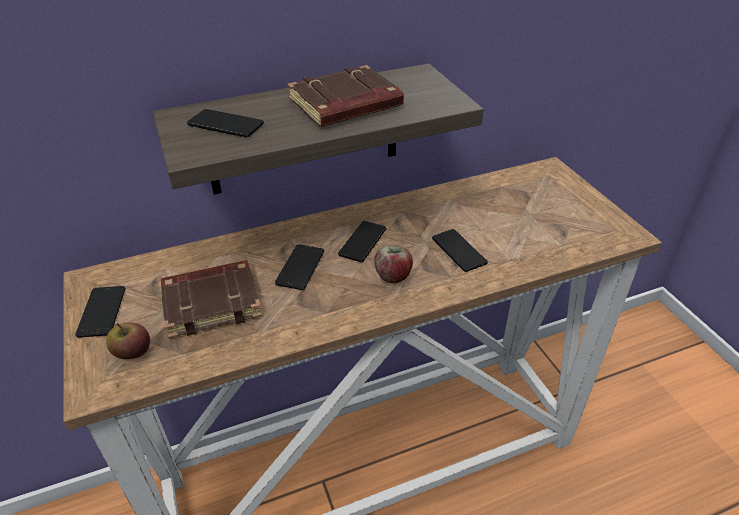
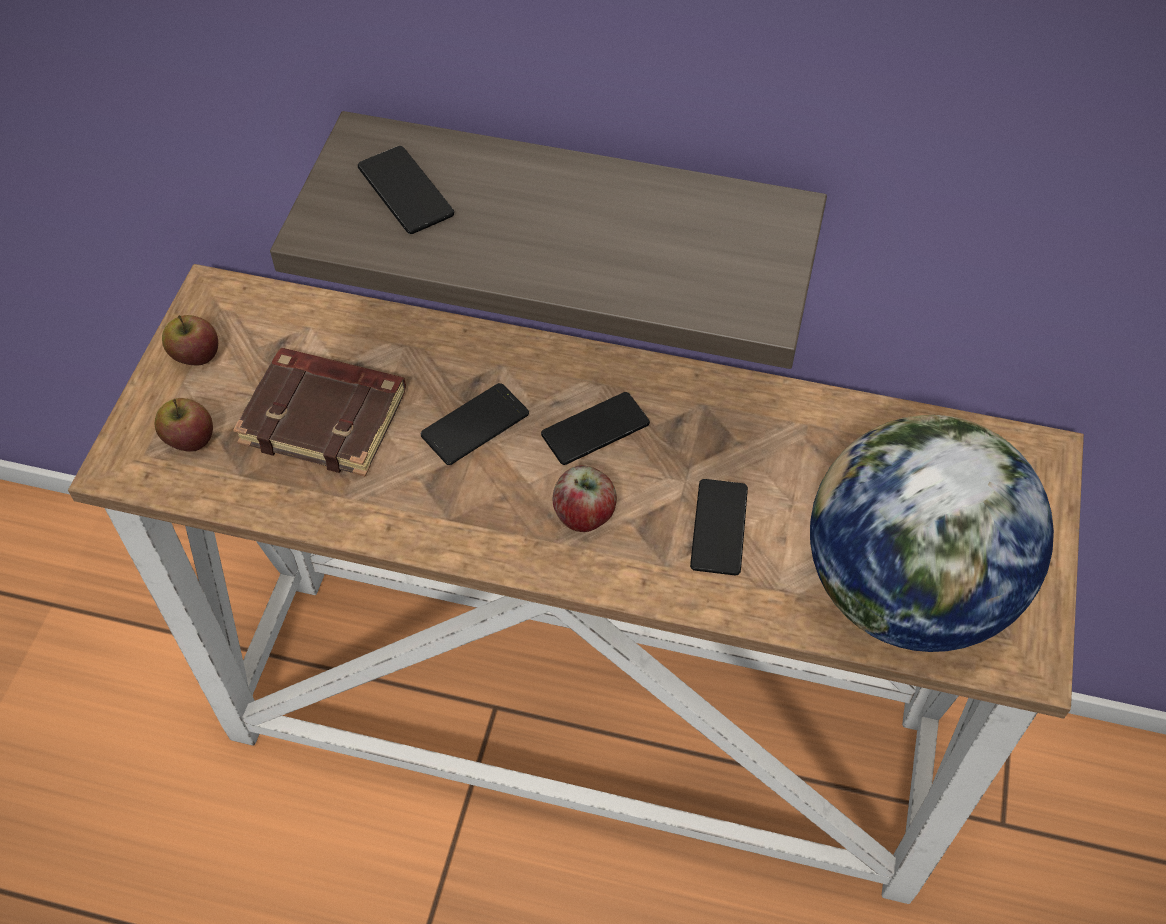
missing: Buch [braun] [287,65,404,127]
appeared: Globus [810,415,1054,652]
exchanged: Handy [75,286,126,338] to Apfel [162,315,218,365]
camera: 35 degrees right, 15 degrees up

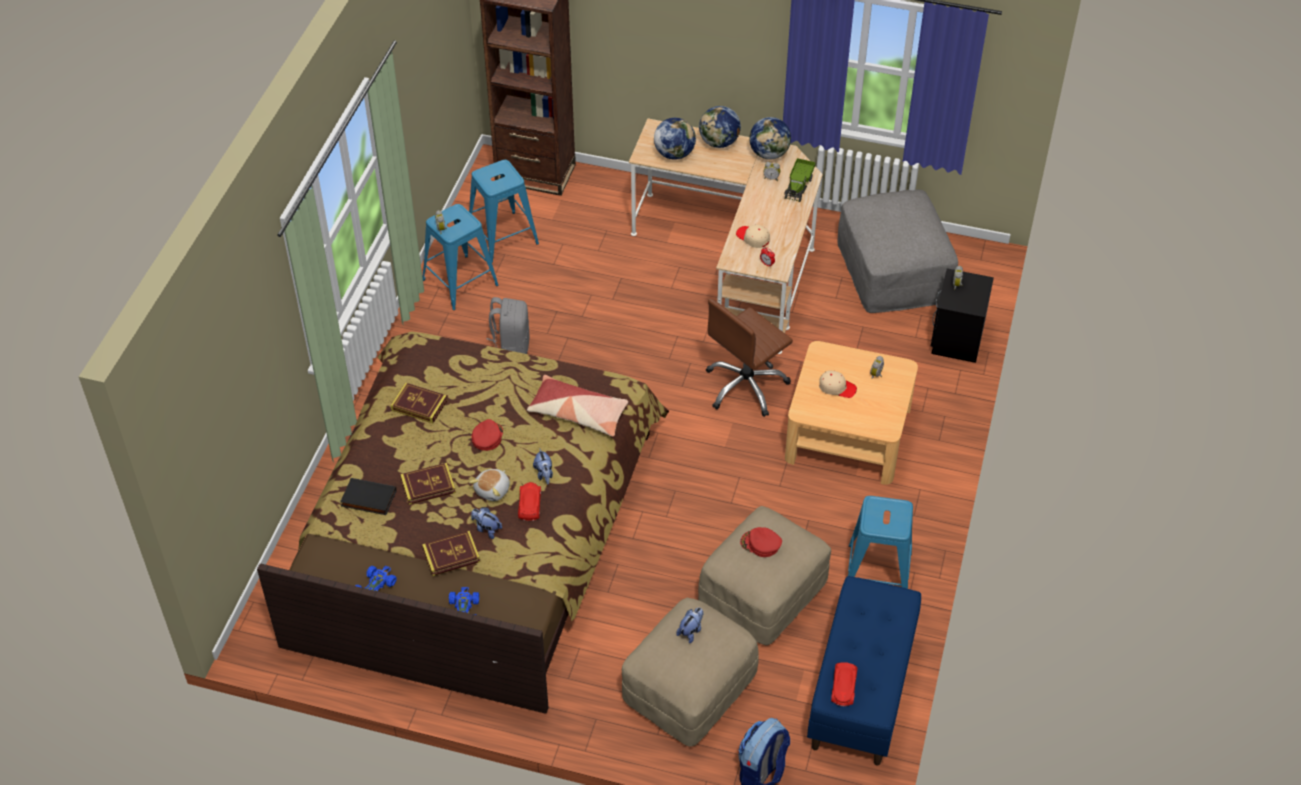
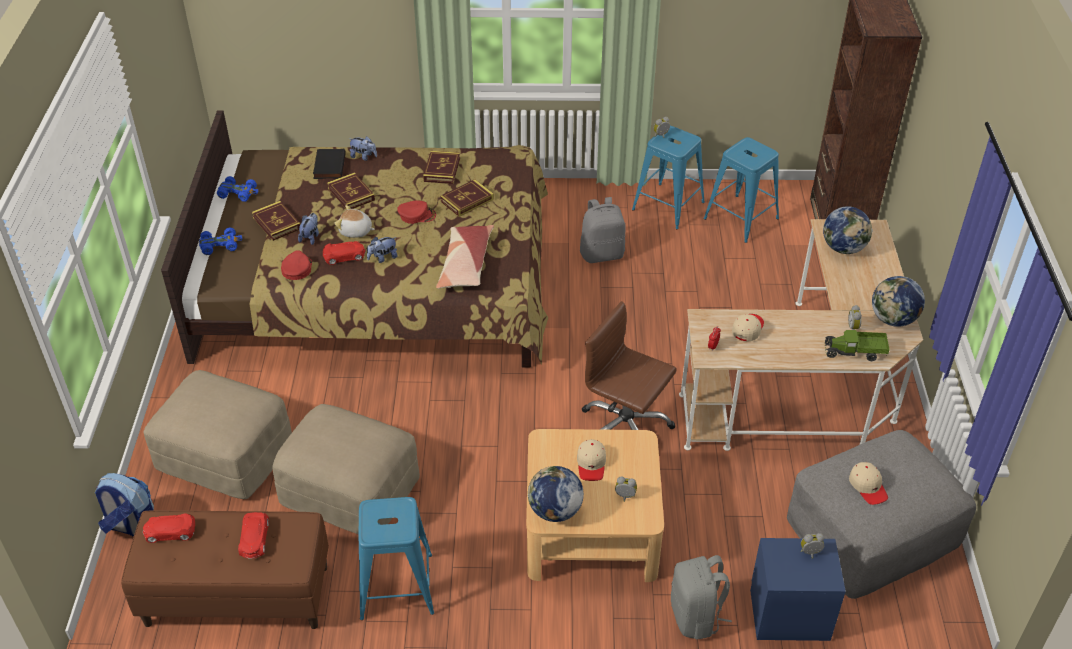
appeared: Buch [440,179,494,217]; Kappe [beige] [849,462,888,505]; Spielzeugauto [rot] [238,512,269,559]; Rucksack [grau] [671,555,732,639]
relocated: Globus [699,106,741,148] to [528,466,584,522]; Kappe [rot] [740,527,782,557] to [281,250,312,280]; Plüschtier [676,608,703,643] to [348,136,377,161]
colour: Nachttisch [schwarz] [931,268,994,363] to Nachttisch [blau] [750,538,846,641]; Bank [blau] [807,576,921,765] to Bank [braun] [121,510,329,629]
camera: 75 degrees right, 5 degrees down

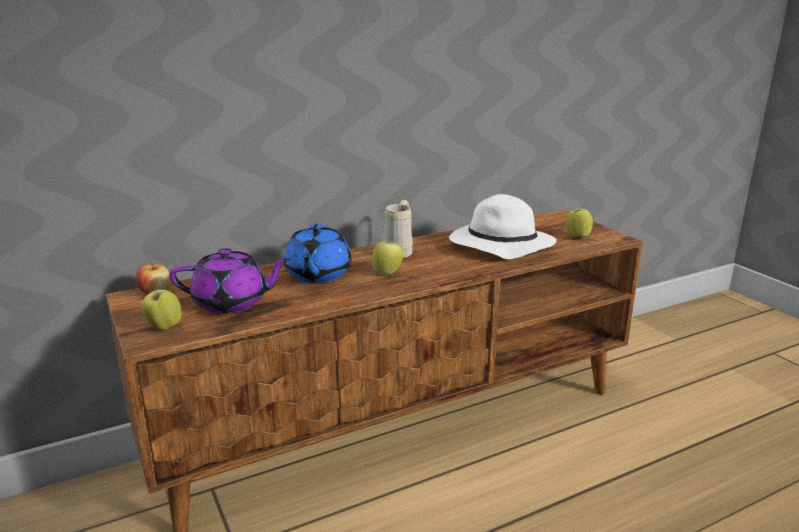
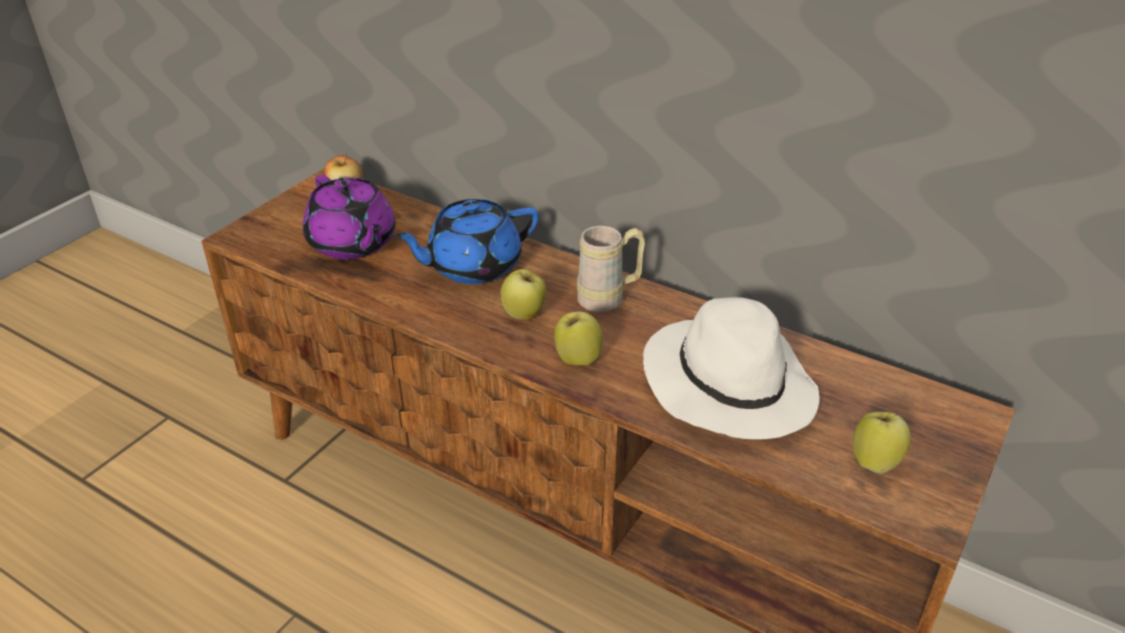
relocated: Apfel [141,285,182,330] to [554,307,603,365]
camera: 60 degrees right, 15 degrees up

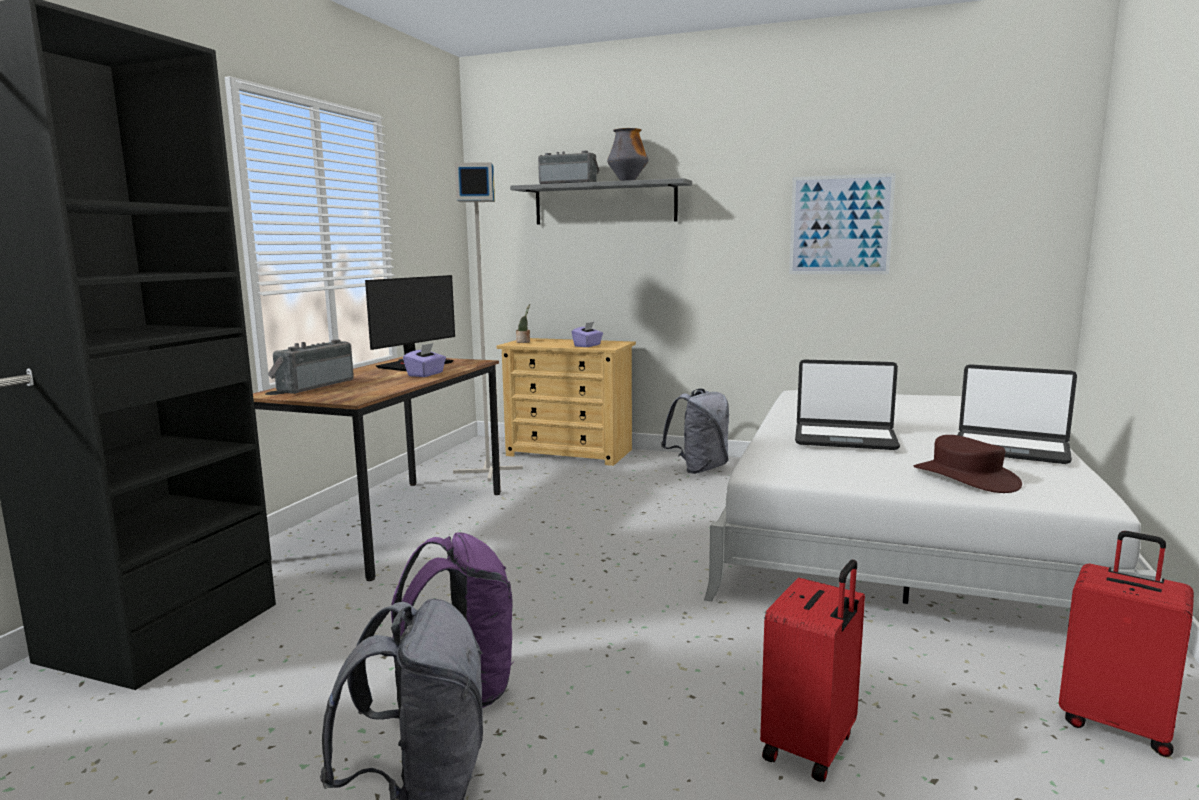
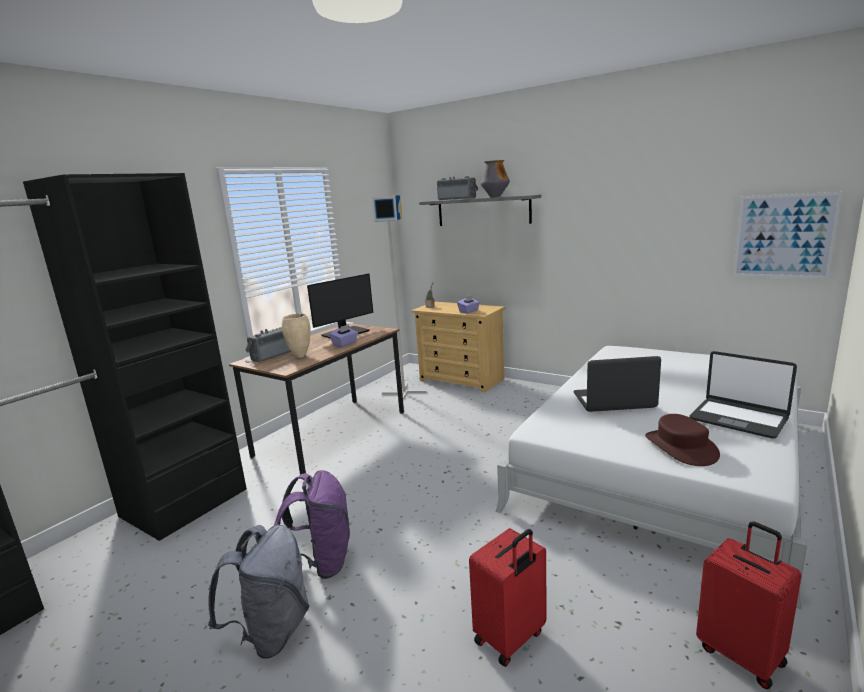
missing: Rucksack [grau] [661,388,729,474]
appeared: Vase [beige] [282,314,311,358]
relocated: Bild [789,173,896,274] to [733,192,842,279]
spun: Laptop [795,360,900,450] = [573,356,661,412] 150 degrees clockwise
camera: 15 degrees right, 5 degrees up

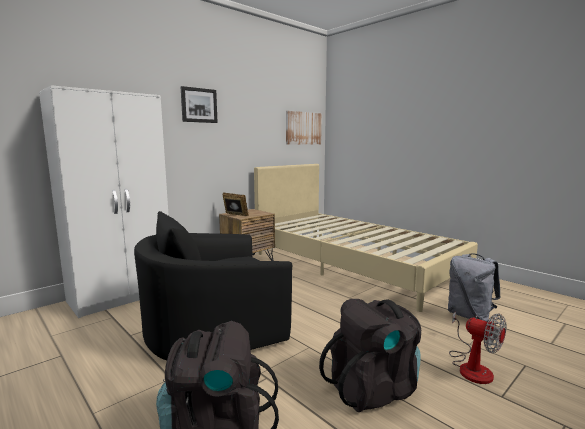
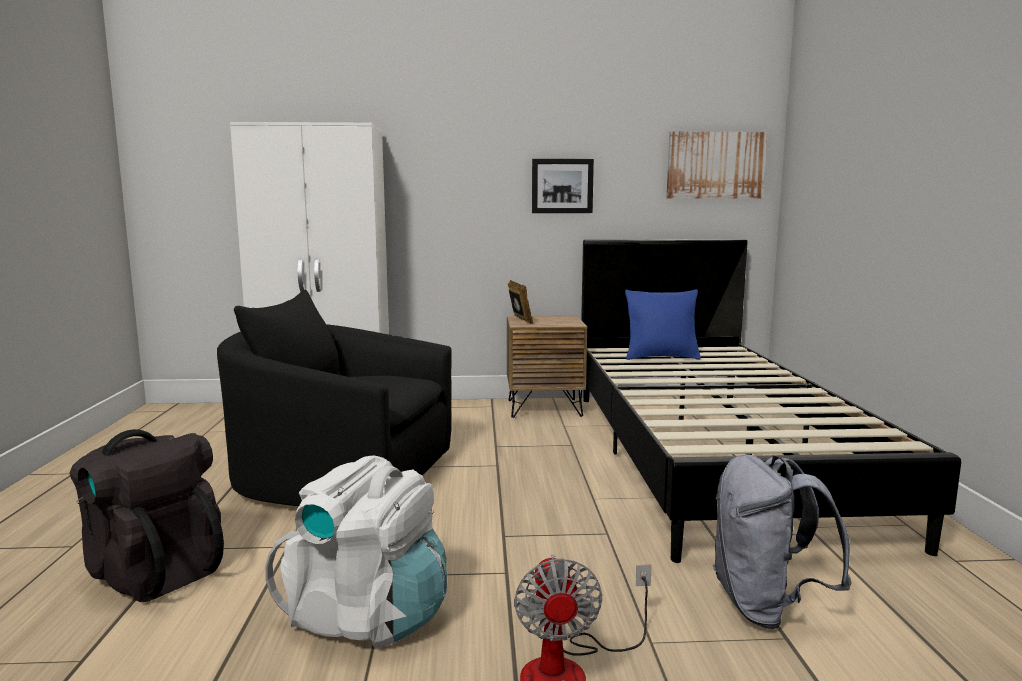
appeared: Kissen [blau] [625,290,701,360]
relocated: Bild [181,86,218,123] to [532,159,594,213]
colour: Bett [beige] [254,164,478,312] to Bett [schwarz] [581,239,961,563]; Rucksack [schwarz] [319,299,421,412] to Rucksack [weiß] [265,455,447,648]
camera: 40 degrees right, 0 degrees up

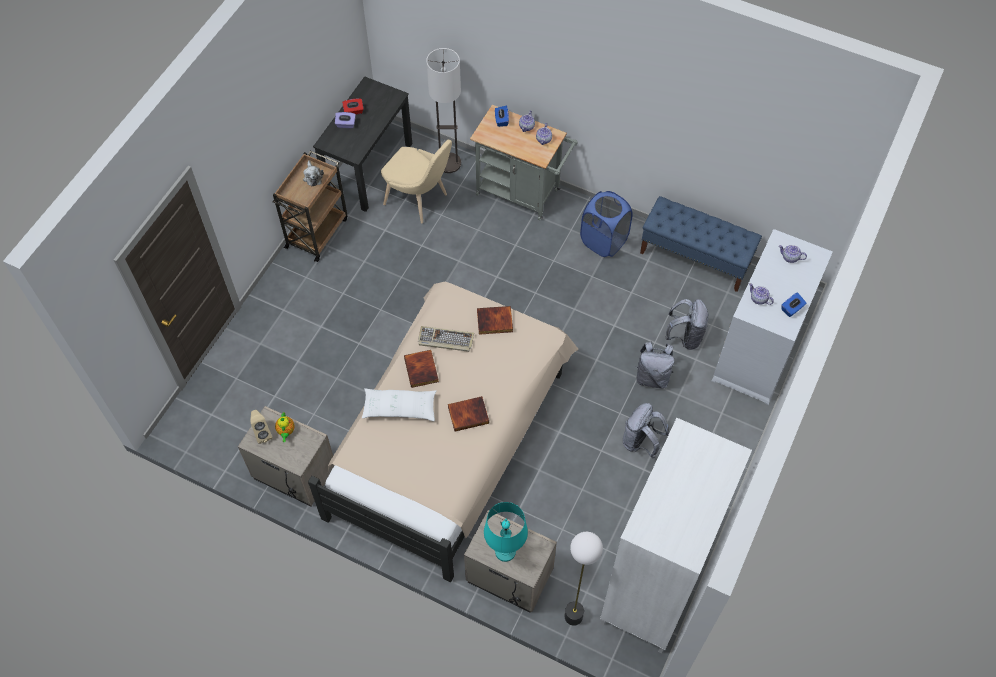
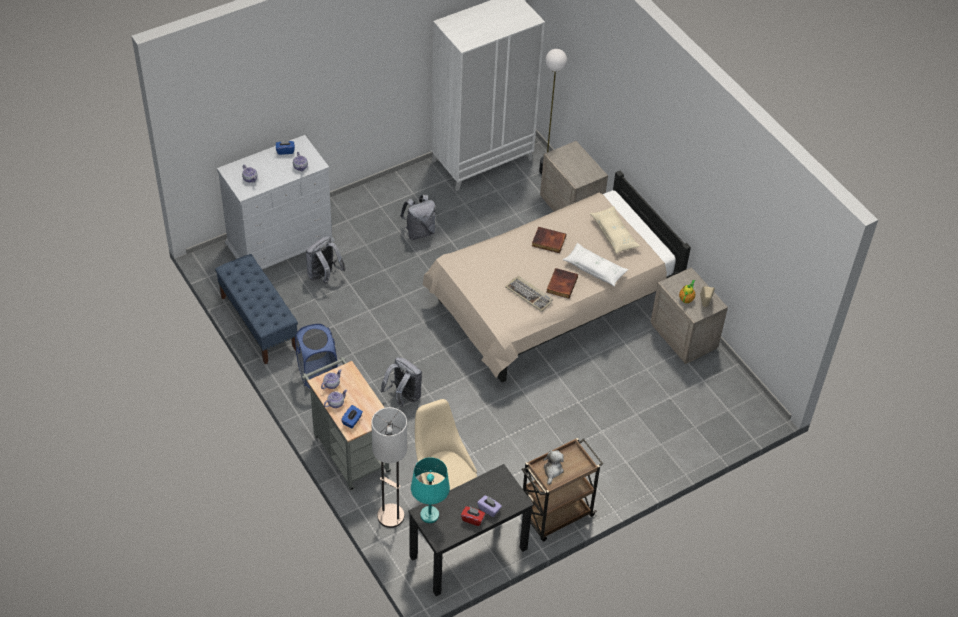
missing: Buch [477,306,513,335]
appeared: Kissen [beige] [589,206,640,254]
relocated: Rucksack [grau] [636,342,675,389] to [380,357,422,408]; Tischlampe [türkis] [484,502,528,562] to [411,457,450,523]
camera: 150 degrees left, 10 degrees down

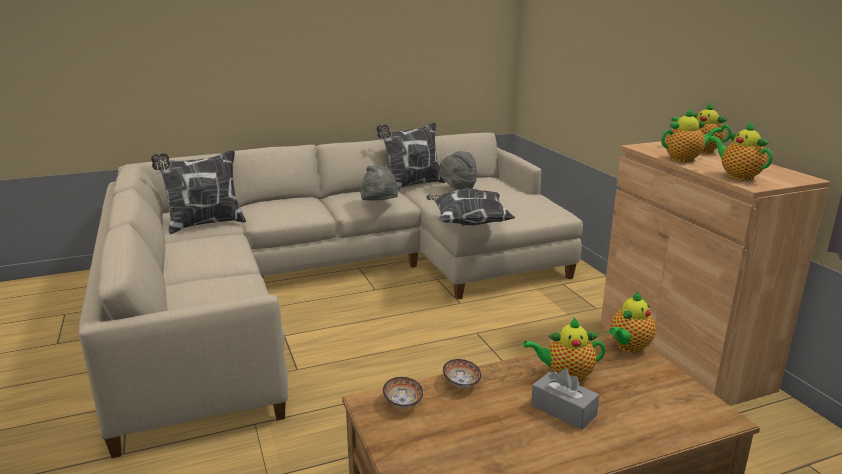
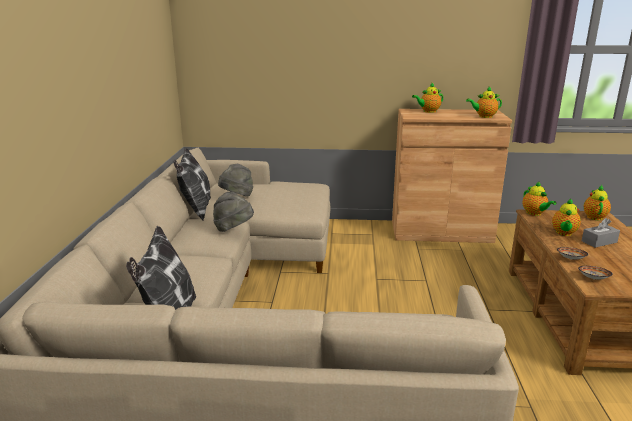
missing: Kissen [426,188,516,226]
relocated: Teekanne [661,108,723,162] to [584,185,611,220]
camera: 65 degrees left, 0 degrees up

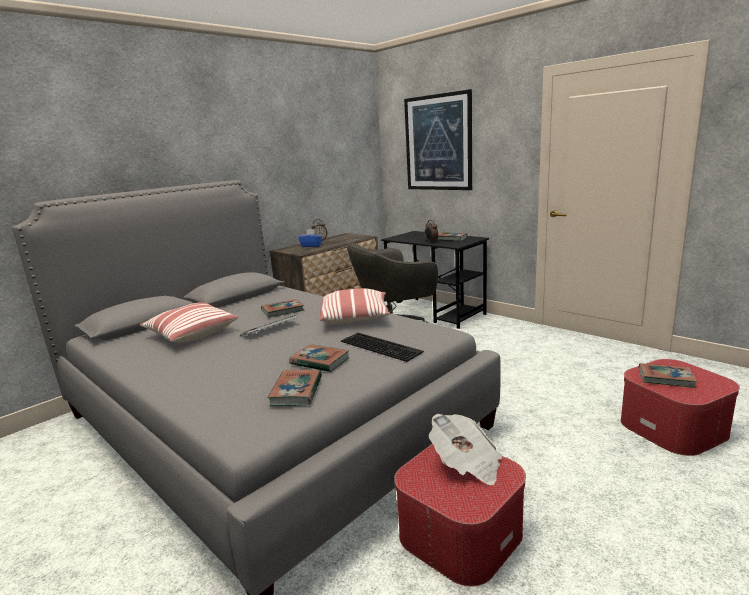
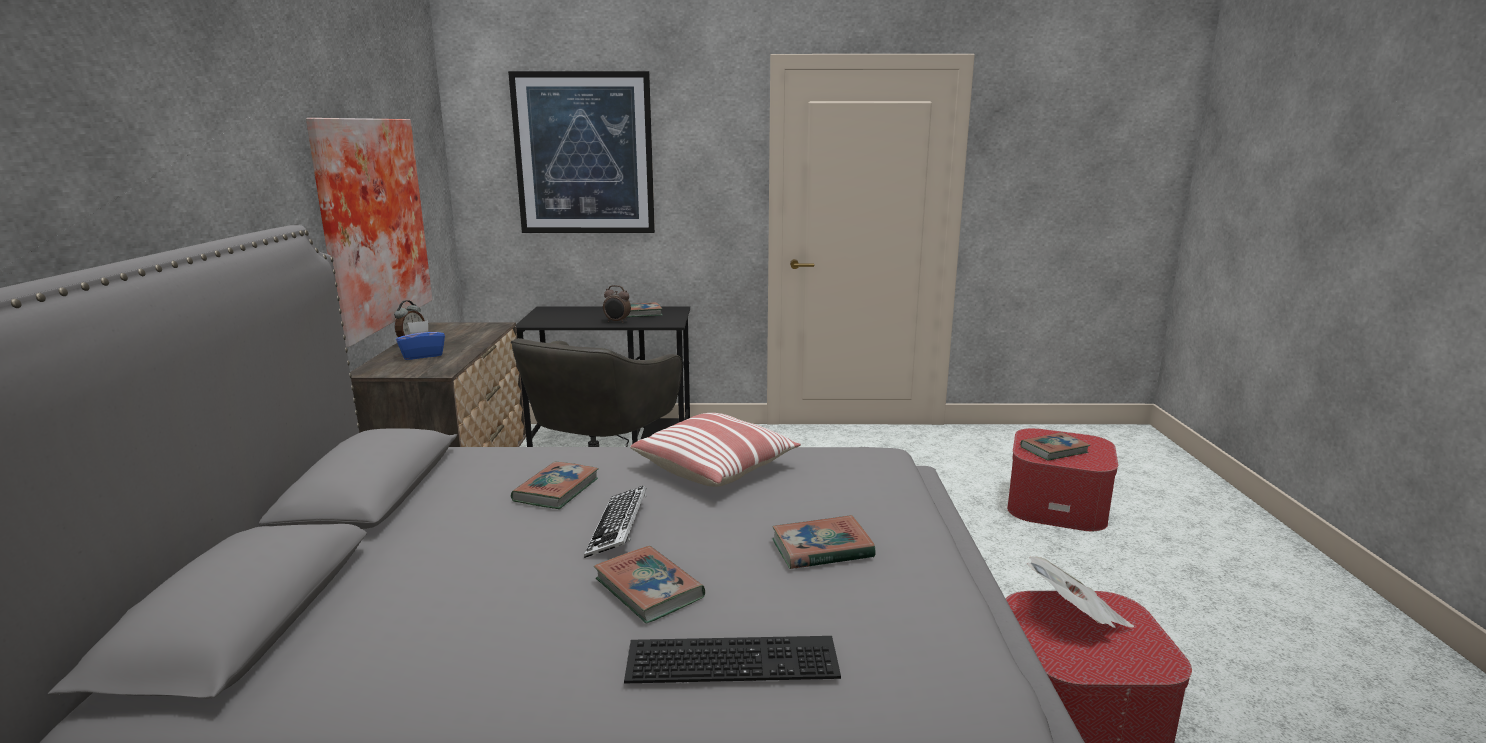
missing: Kissen [140,303,238,342]
appeared: Bild [306,118,432,347]
relocated: Tastatur [341,333,424,362] to [624,636,841,684]; Buch [267,370,322,406] to [594,546,705,624]
camera: 45 degrees left, 0 degrees up

